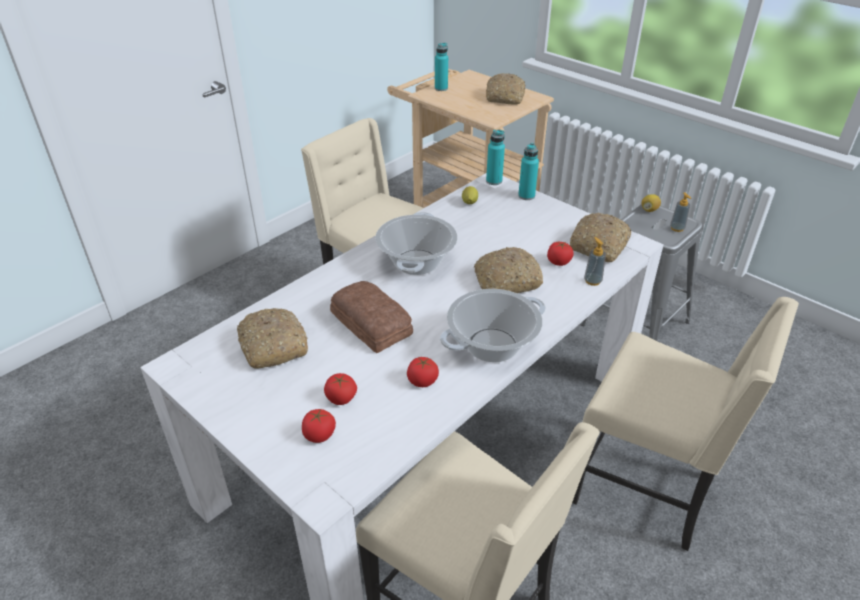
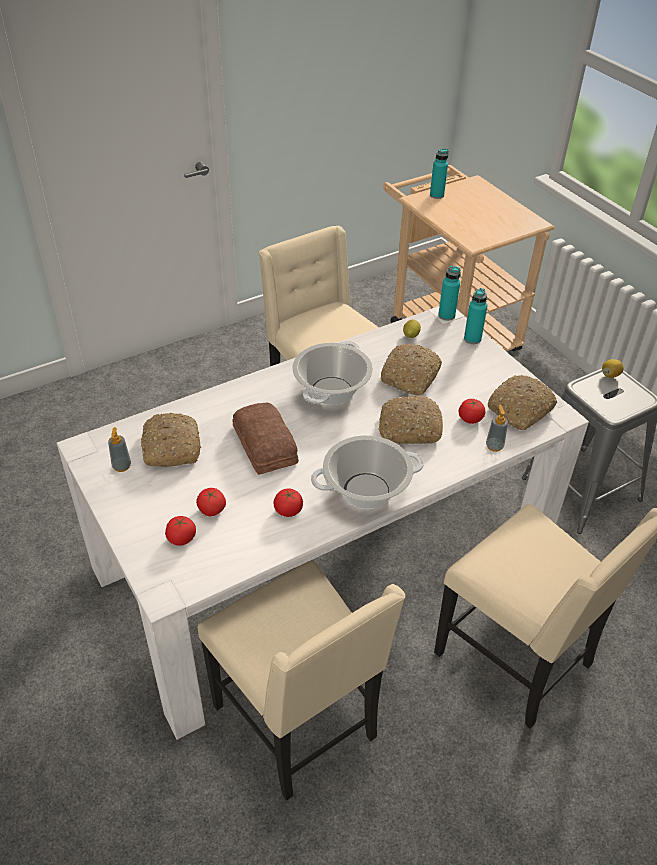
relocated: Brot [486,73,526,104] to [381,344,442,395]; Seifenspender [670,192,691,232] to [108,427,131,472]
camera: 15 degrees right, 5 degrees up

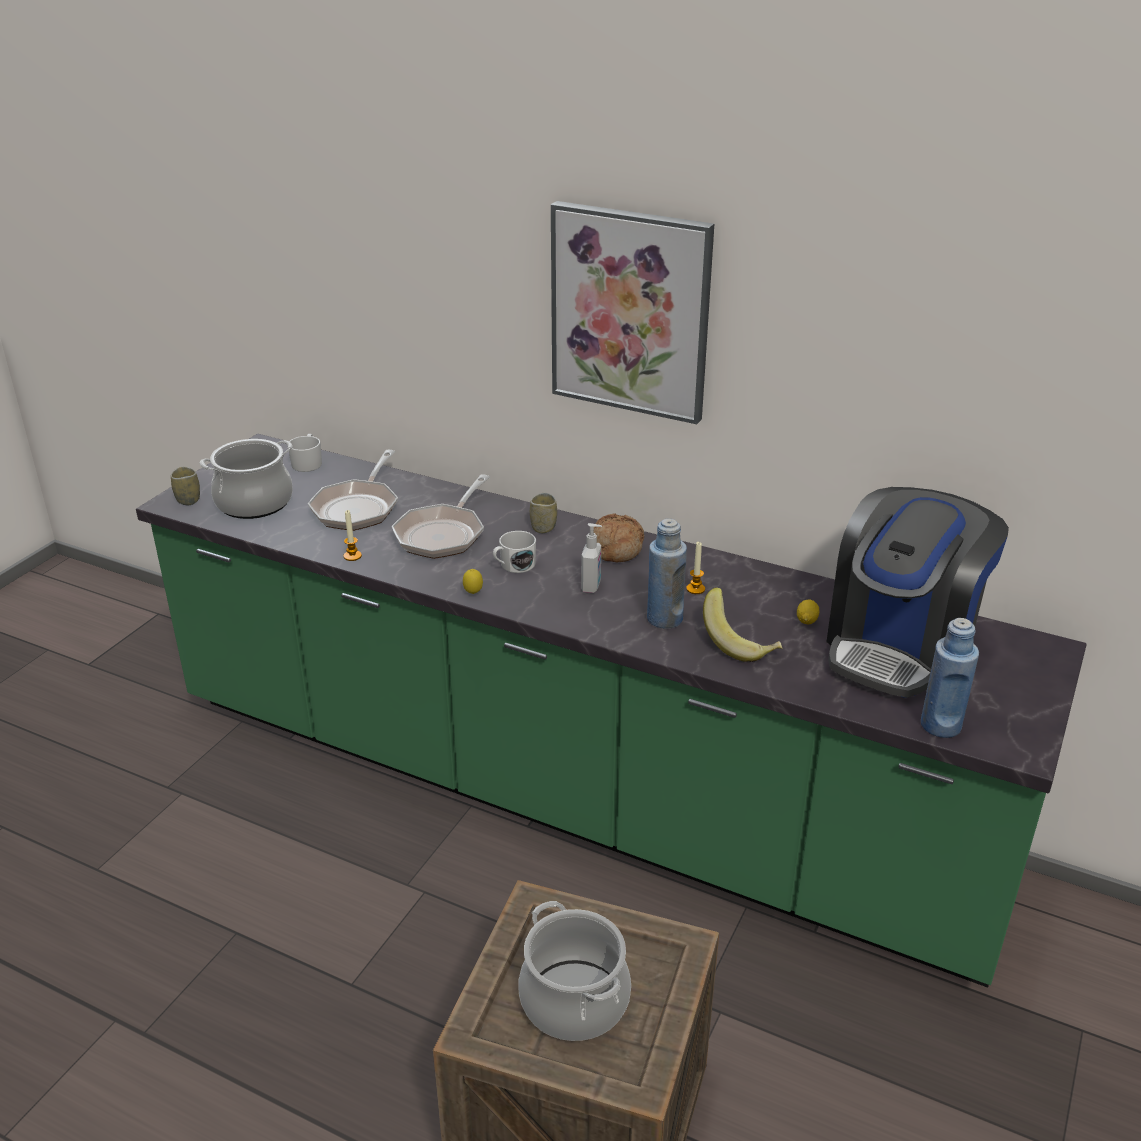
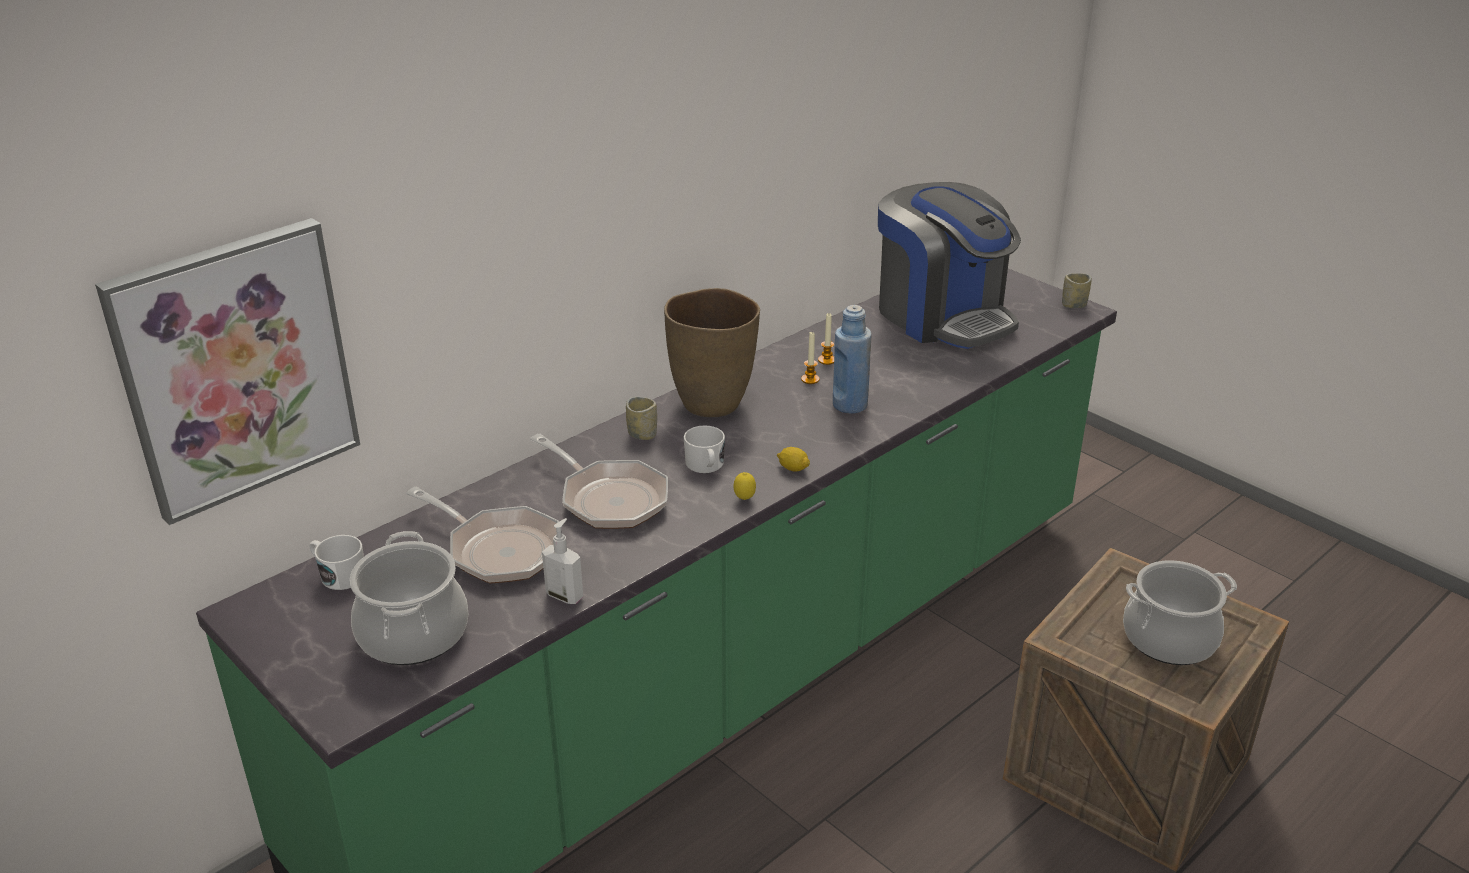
missing: Banane [703,587,782,662]; Flasche [blau] [921,618,979,738]
relocated: Bild [551,201,714,424] to [95,218,360,525]; Tasse [171,467,200,505] to [1062,273,1092,308]; Kerze [344,510,362,561] to [818,313,834,365]; Seifenspender [581,523,602,593] to [542,518,583,604]; Zitrone [797,599,819,624] to [777,447,810,472]
exchanged: Brot [594,513,644,562] to Vase [braun] [664,288,760,417]
camera: 70 degrees left, 0 degrees up

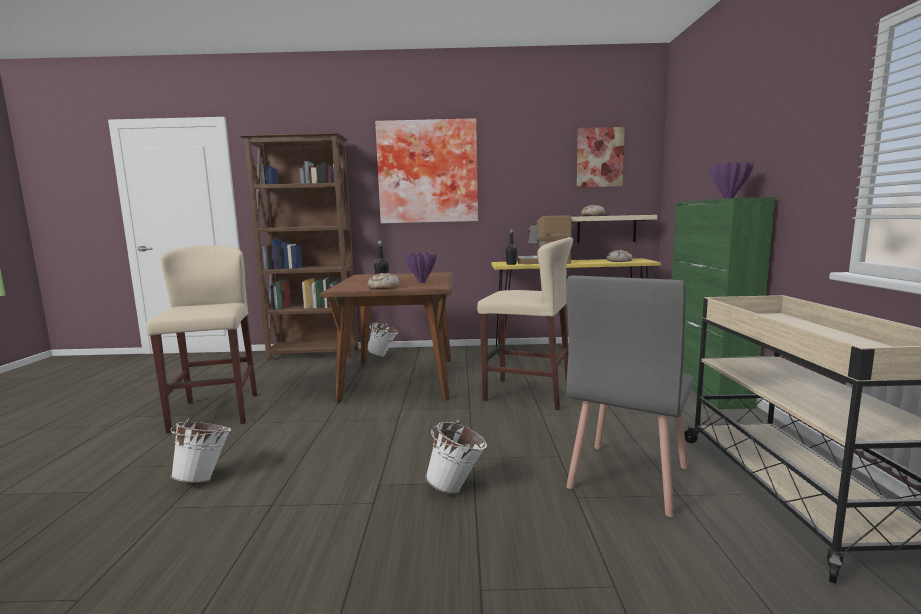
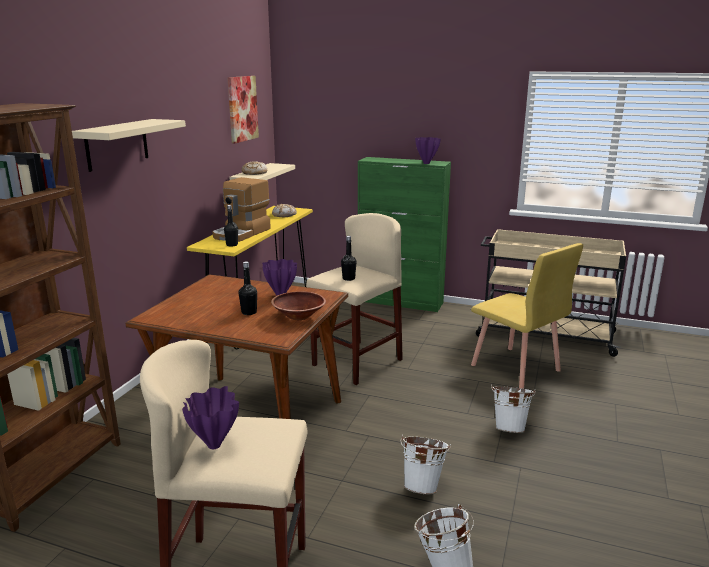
appeared: Flasche [schwarz] [341,236,357,281]; Vase [lila] [182,386,239,449]
relocated: Eimer [weiß] [367,323,398,356] to [400,435,451,494]
exchanged: Bild [375,118,478,223] to Wandregal [beige] [72,119,186,172]; Brot [368,273,399,289] to Schüssel [braun] [271,291,326,320]
colour: Stuhl [grau] [566,276,694,517] to Stuhl [gelb] [471,243,583,389]
camera: 70 degrees left, 10 degrees up

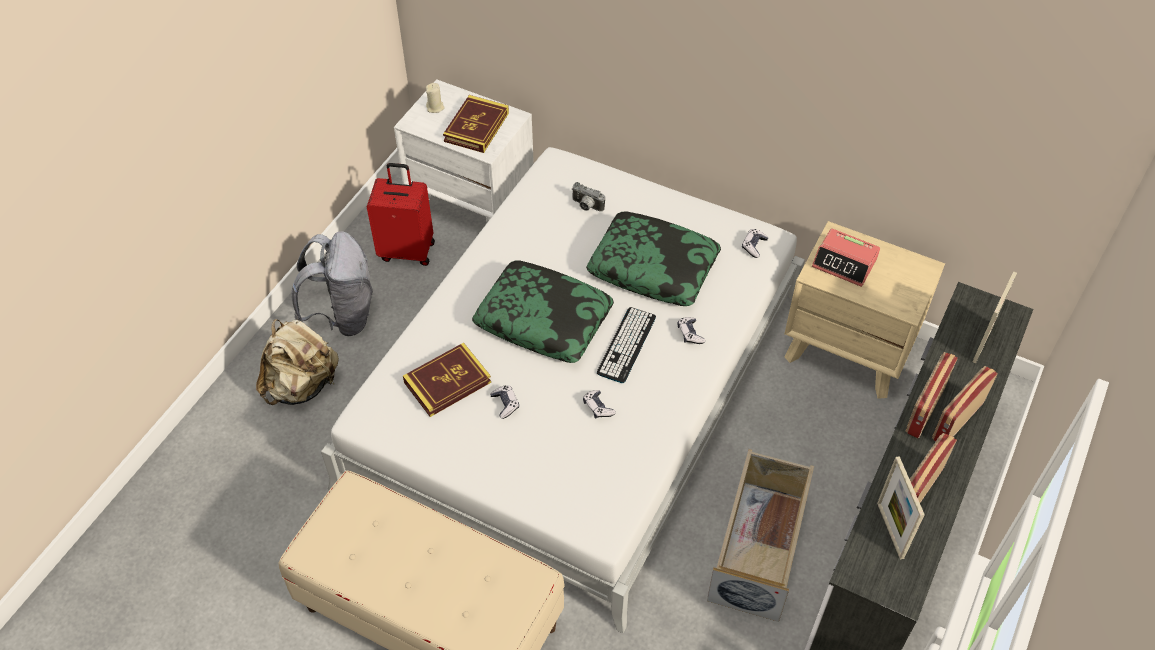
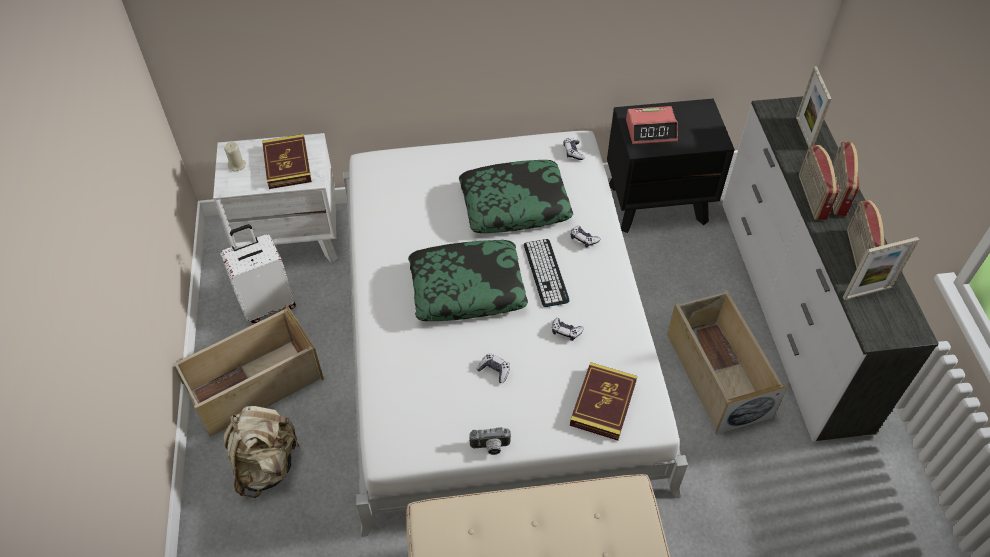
relocated: Kamera [571,182,605,212] to [469,427,511,455]; Buch [403,343,491,417] to [570,362,637,440]
exchanged: Rucksack [grau] [291,232,373,336] to Aufbewahrungsbox [beige] [172,305,324,437]
colour: Koffer [rot] [367,163,435,266] to Koffer [weiß] [220,224,296,323]; Nachttisch [beige] [784,221,945,399] to Nachttisch [schwarz] [607,98,735,233]
spun: Bilderrahmen [877,456,925,559] = [842,237,919,300] 60 degrees counterclockwise
camera: 35 degrees left, 0 degrees up

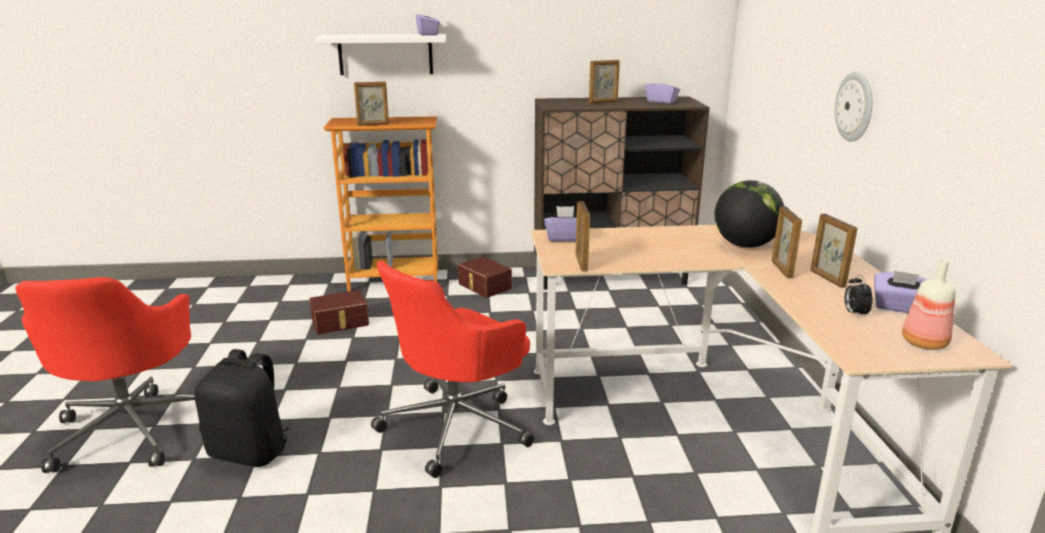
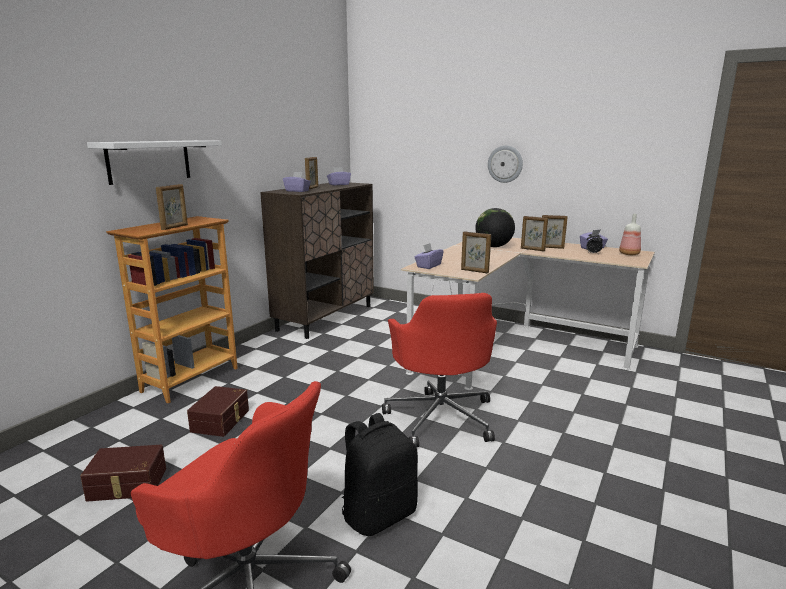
relocated: Taschentuchbox [lila] [416,9,440,36] to [283,172,311,192]; Aufbewahrungsbox [braun] [458,257,512,298] to [80,445,166,502]
camera: 55 degrees left, 5 degrees down

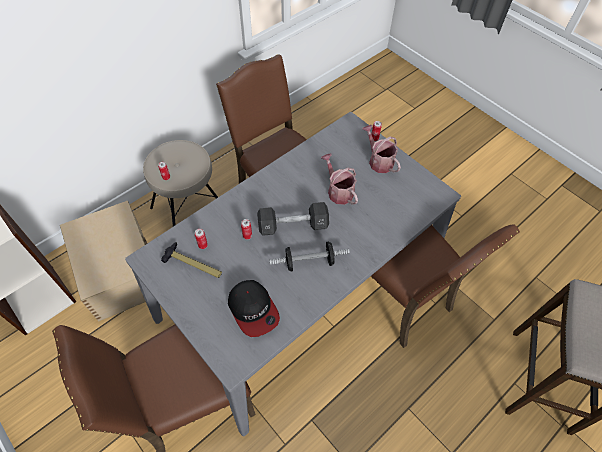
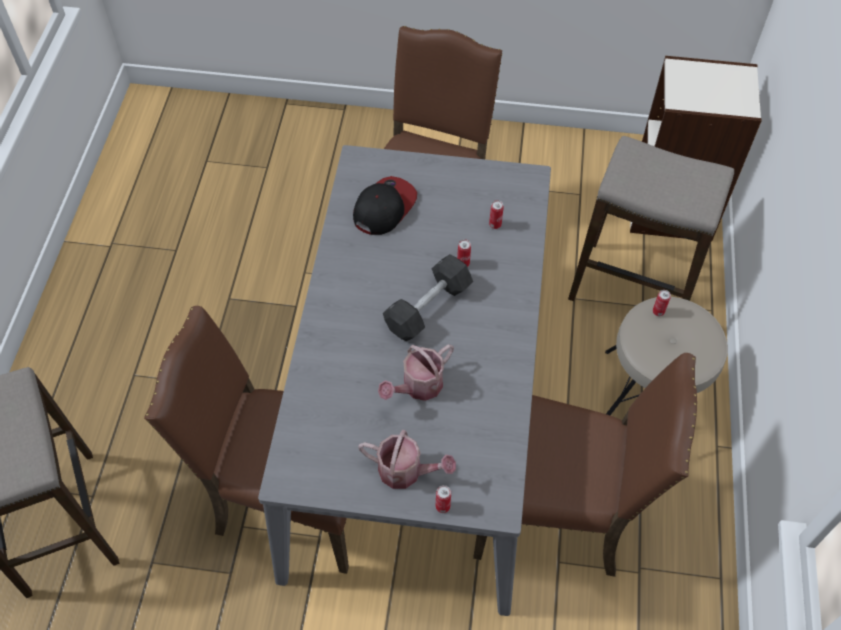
missing: Hantel [269,241,350,272]; Hammer [161,242,222,278]
exchanged: Aufbewahrungsbox [beige] [60,201,147,322] to Hocker [568,136,734,301]
spun: Gießkanne [321,153,358,205] = [378,344,454,401] 120 degrees clockwise; Kappe [228,280,280,337] = [353,176,417,235] 105 degrees clockwise
camera: 140 degrees right, 0 degrees up

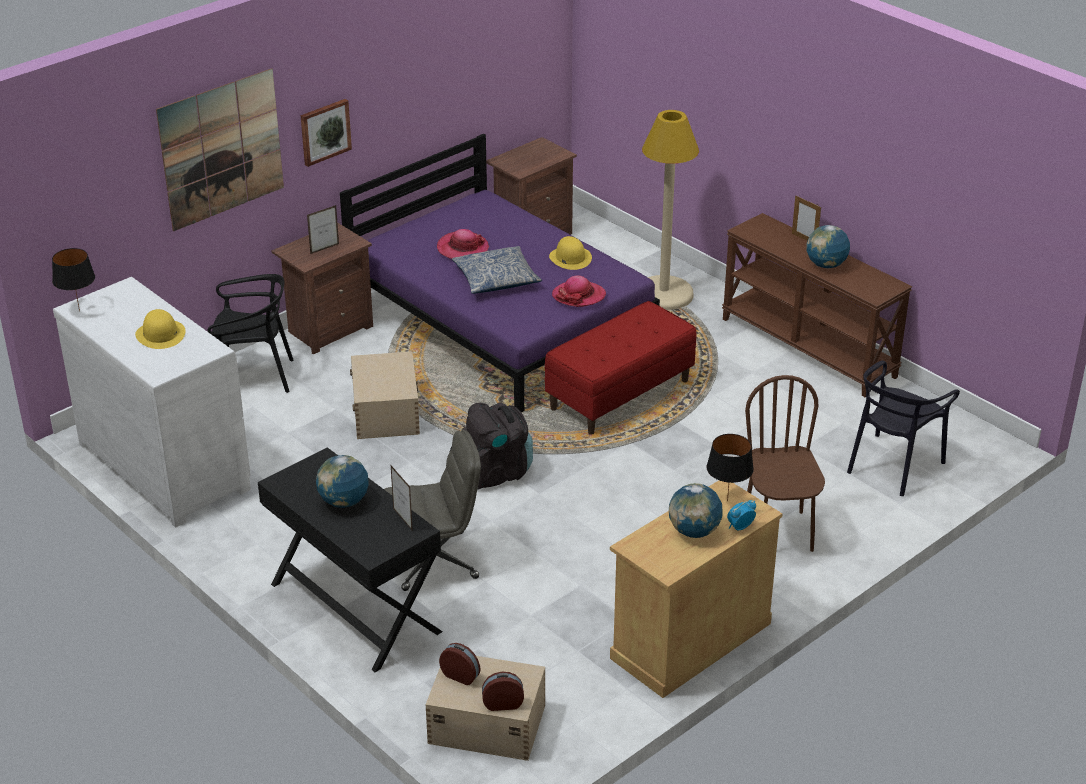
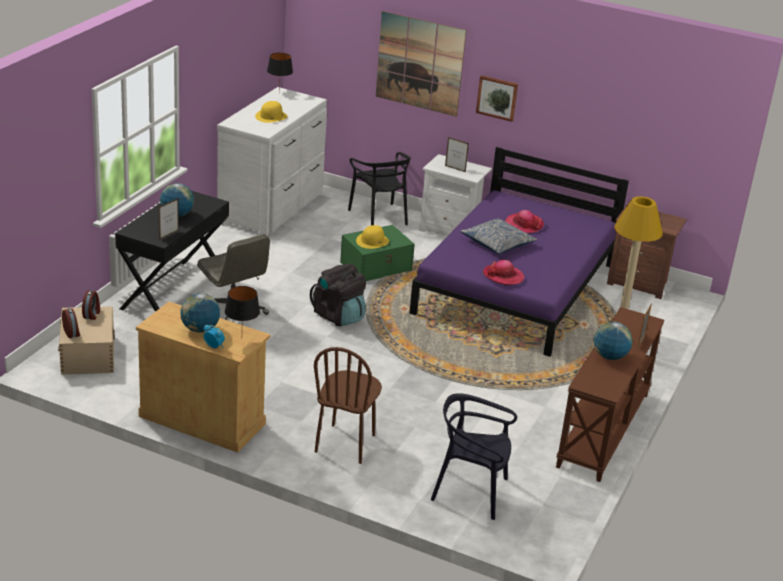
missing: Bank [rot] [545,301,696,435]
relocated: Hut [gelb] [549,236,592,270] to [356,225,389,249]
colour: Nachttisch [braun] [272,223,373,354] to Nachttisch [weiß] [419,154,492,236]; Aufbewahrungsbox [beige] [350,351,420,439] to Aufbewahrungsbox [grün] [340,225,415,281]
spun: Stuhl [braun] [745,375,825,552] = [314,347,382,464] 135 degrees clockwise
camera: 65 degrees right, 5 degrees down

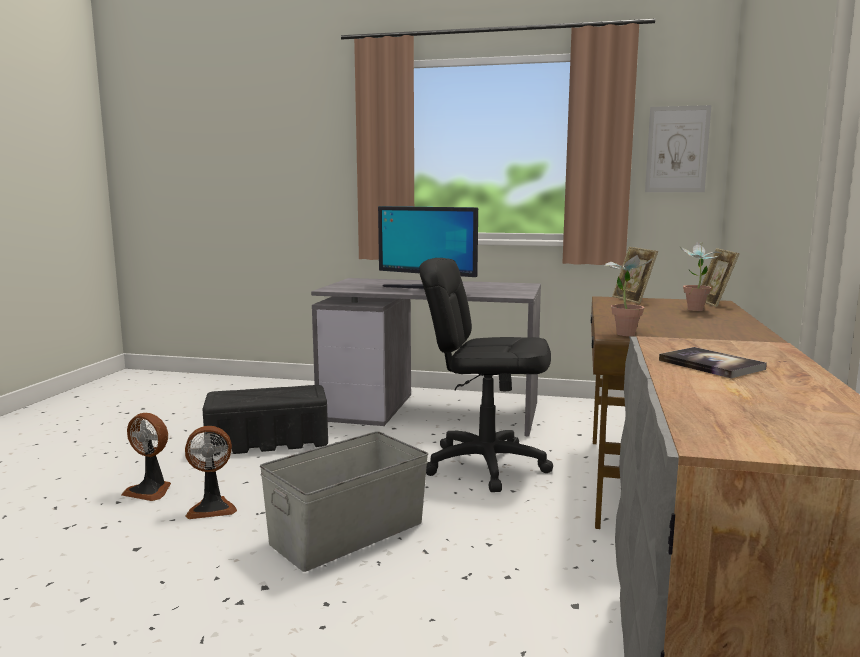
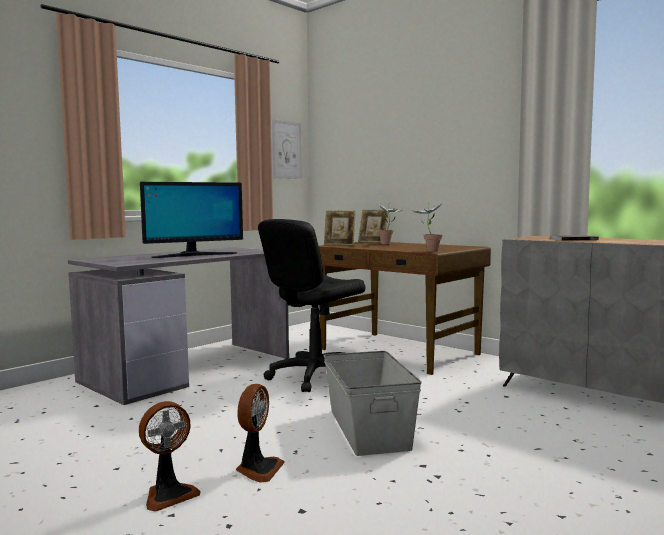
missing: Aufbewahrungsbox [schwarz] [202,385,328,456]
camera: 60 degrees left, 5 degrees down

